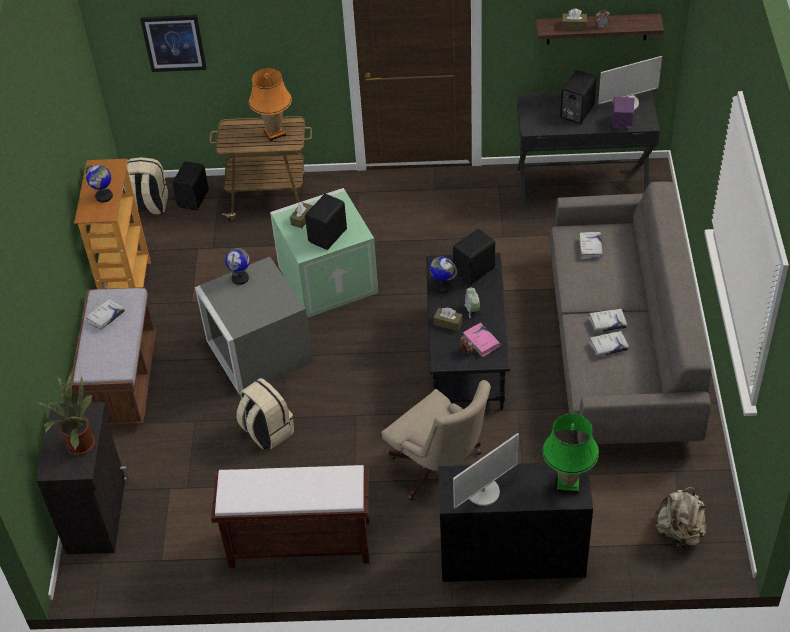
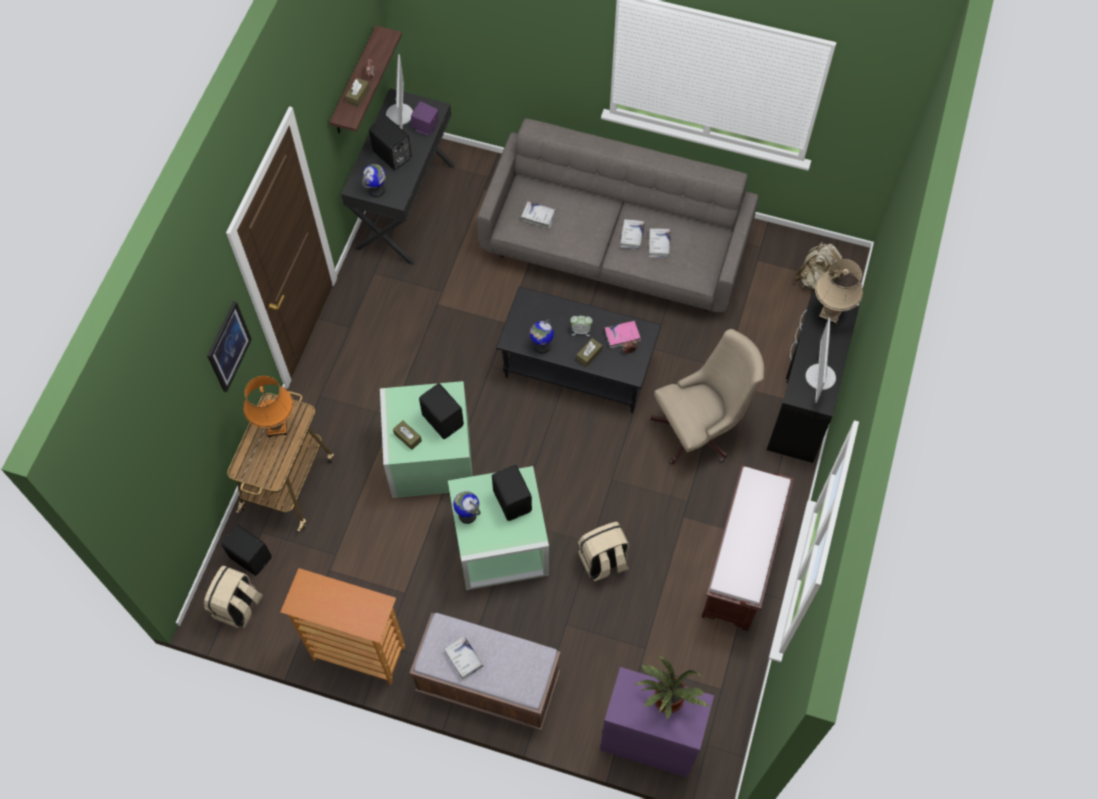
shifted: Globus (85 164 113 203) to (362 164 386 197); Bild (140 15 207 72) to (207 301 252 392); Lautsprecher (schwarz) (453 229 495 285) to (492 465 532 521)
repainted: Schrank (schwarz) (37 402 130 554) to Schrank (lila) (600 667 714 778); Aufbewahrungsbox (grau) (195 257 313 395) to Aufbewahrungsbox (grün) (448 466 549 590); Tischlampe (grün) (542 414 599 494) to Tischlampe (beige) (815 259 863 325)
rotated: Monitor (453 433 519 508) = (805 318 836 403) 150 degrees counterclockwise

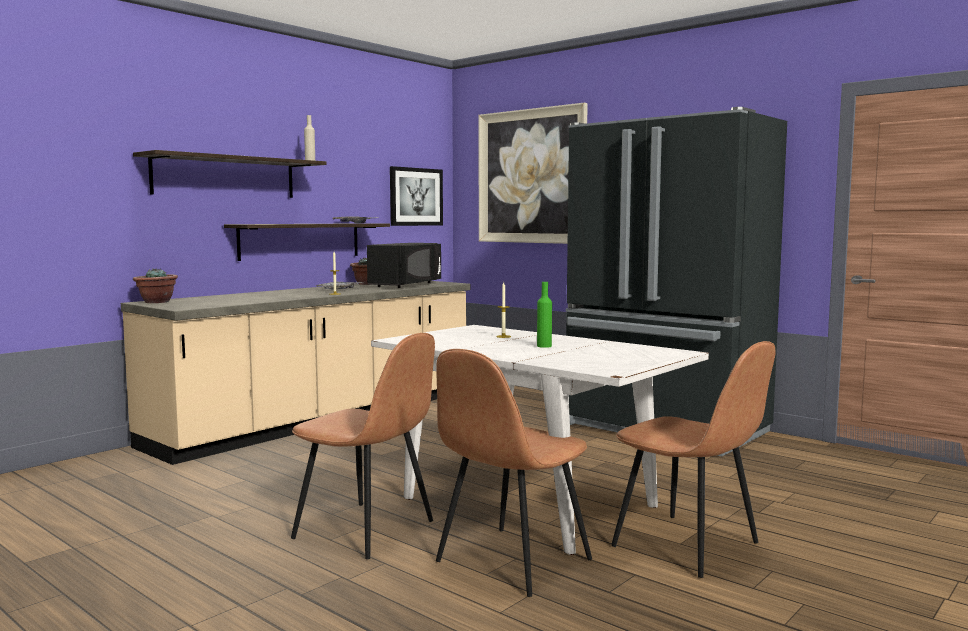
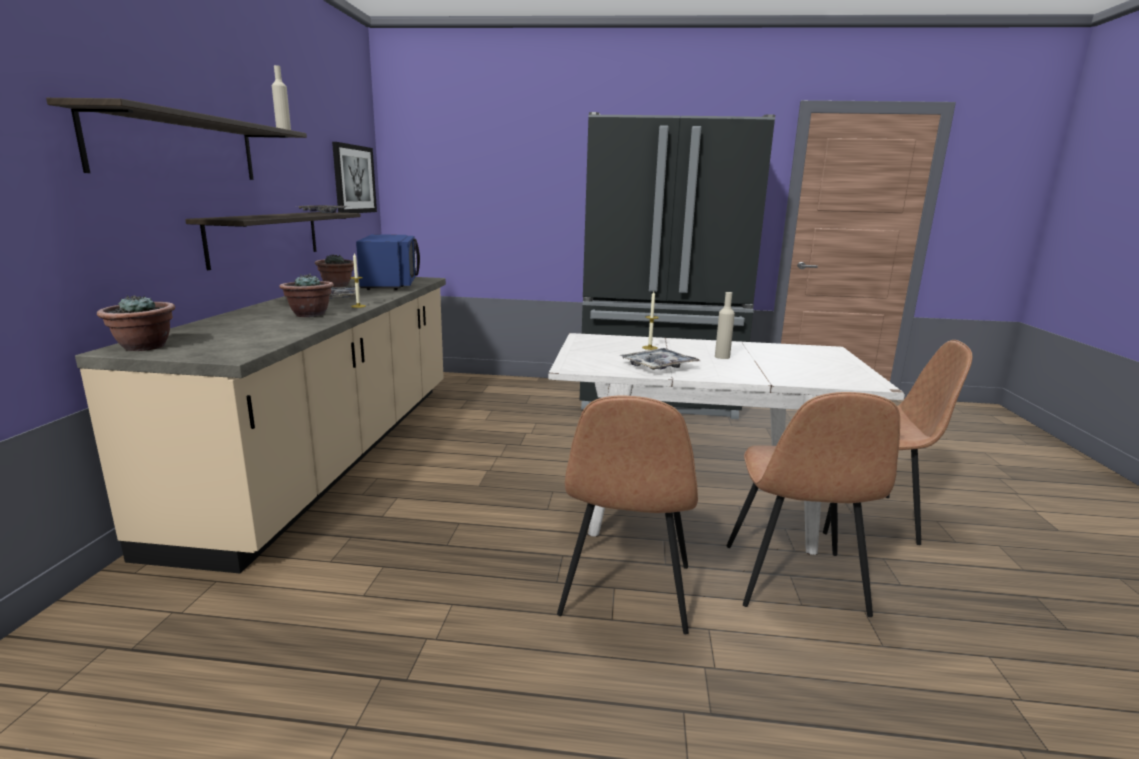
gone: Bild (479 103 588 244)
new: Topfpflanze (279 273 334 317); Tablett (620 348 700 370)
repainted: Mikrowelle (schwarz) (367 243 441 288) to Mikrowelle (blau) (356 234 420 290); Flasche (grün) (537 282 552 348) to Flasche (beige) (715 292 735 359)
rotated: Stuhl (braun) (291 333 435 559) = (557 396 698 634) 105 degrees clockwise

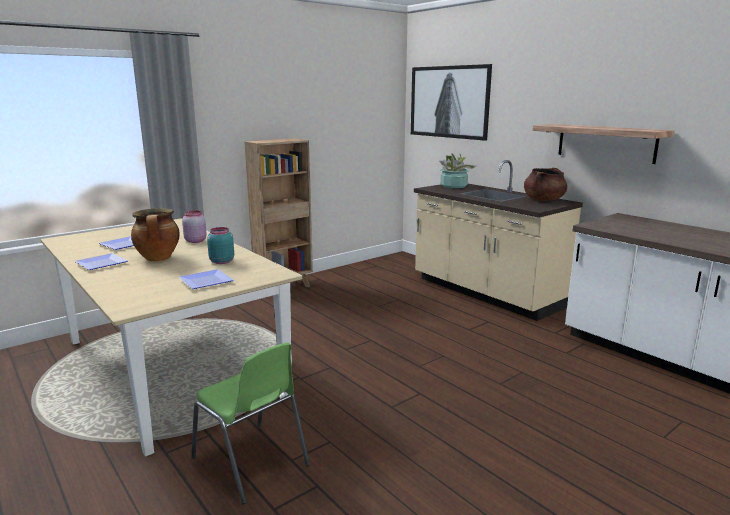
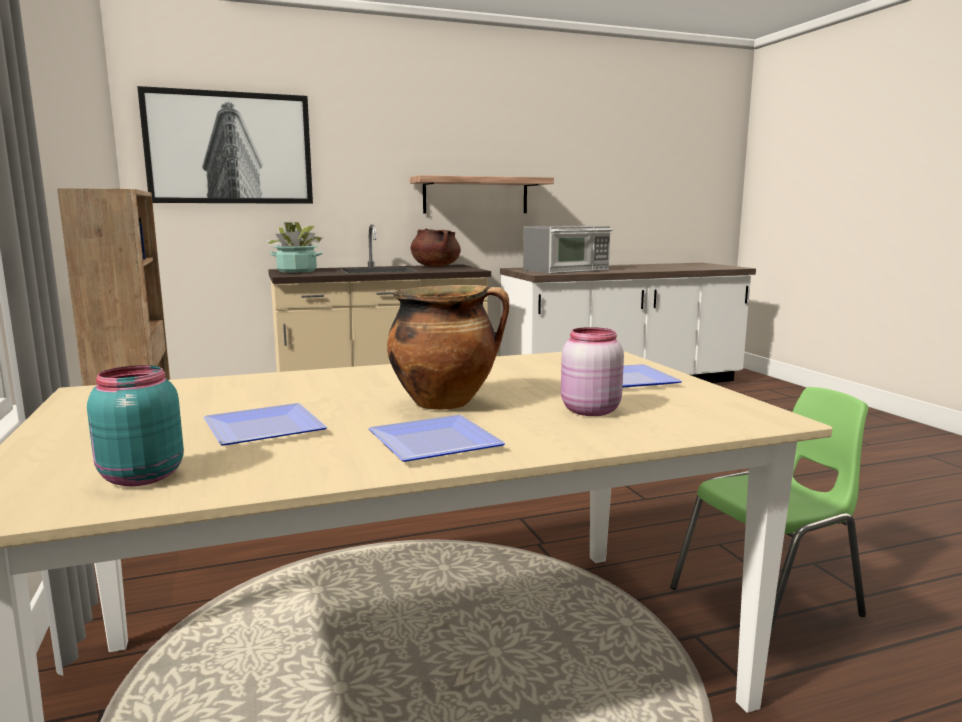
new: Mikrowelle (523 225 612 274)
shifted: Vorratsglas (rosa) (182 210 207 243) to (561 327 624 416); Vorratsglas (türkis) (207 227 234 264) to (87 365 184 486)

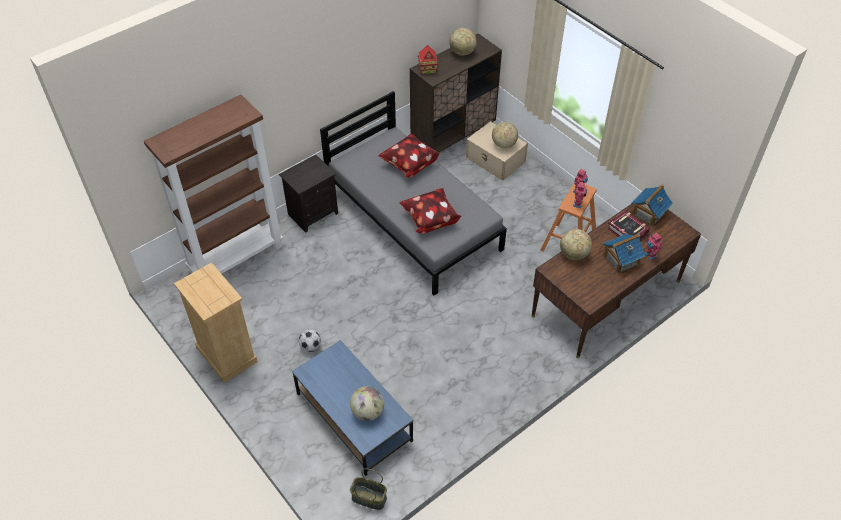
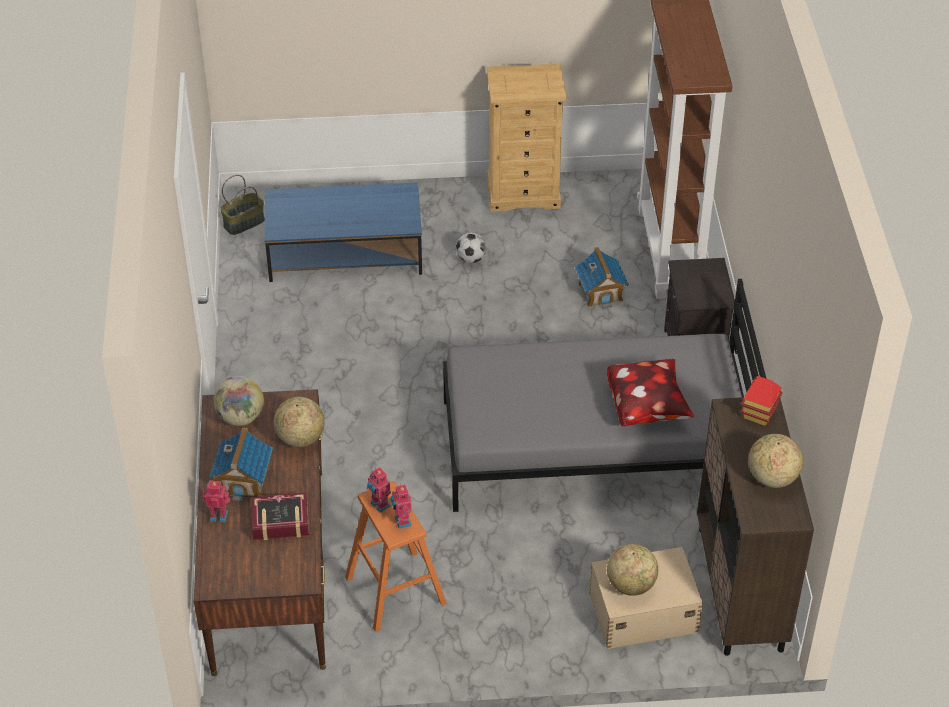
gone: Kissen (399 188 461 234)
shifted: Globus (350 386 384 421) to (214 376 264 426); Spielzeughaus (631 184 673 227) to (575 247 629 308)

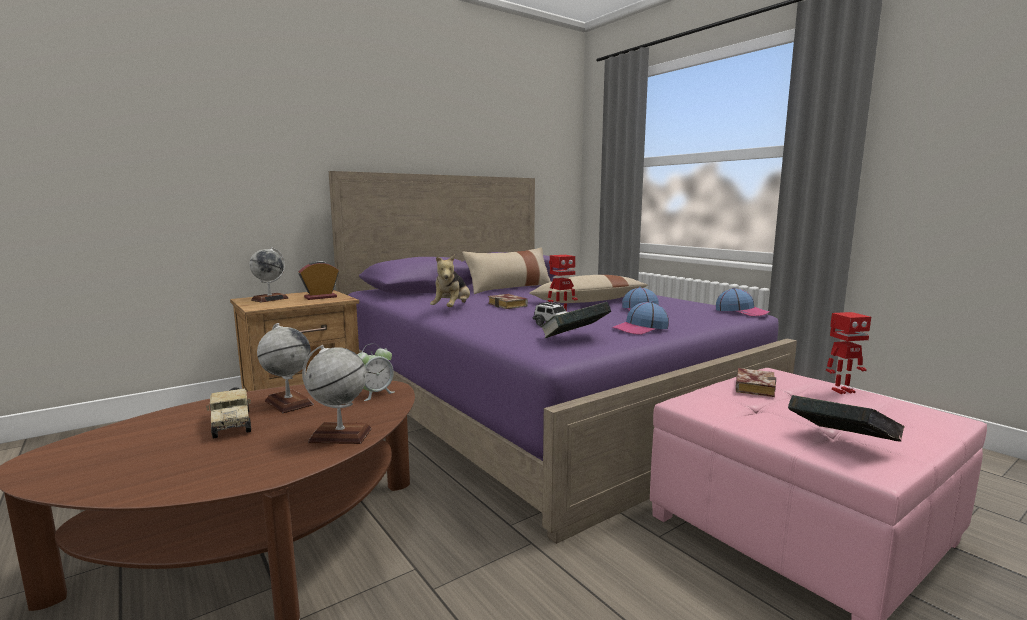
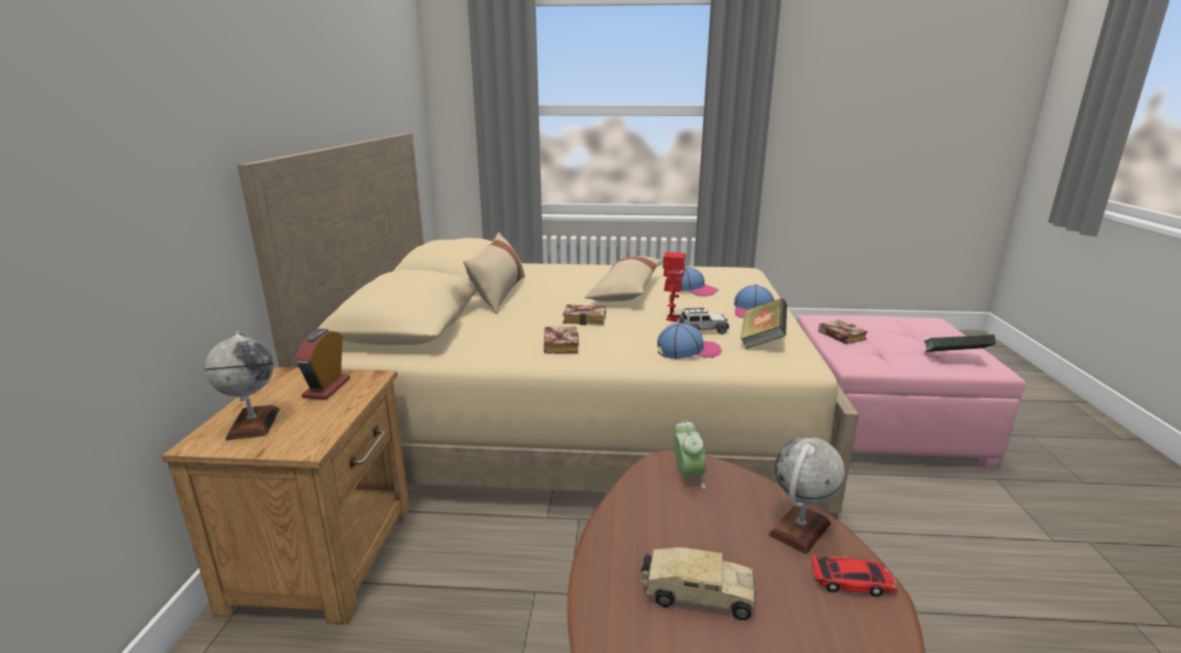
gone: Globus (257 323 314 413); Spielzeugroboter (826 312 871 394)
new: Spielzeugauto (811 554 898 597)
shifted: Kappe (716 288 770 316) to (657 323 722 359)
swapped: Plüschtier (430 254 470 307) to Buch (544 326 578 354)
repainted: Bett (lila) (329 171 797 544) to Bett (beige) (238 133 859 519)

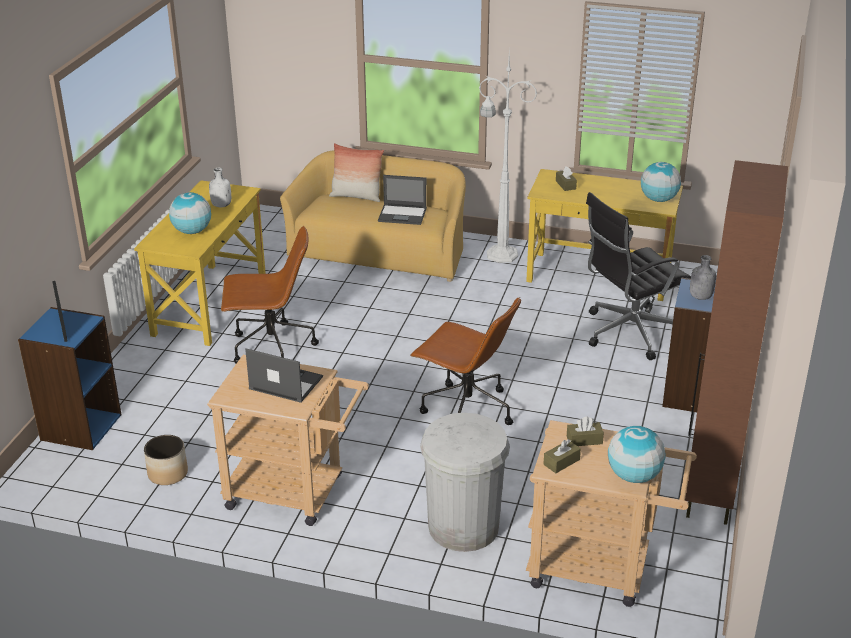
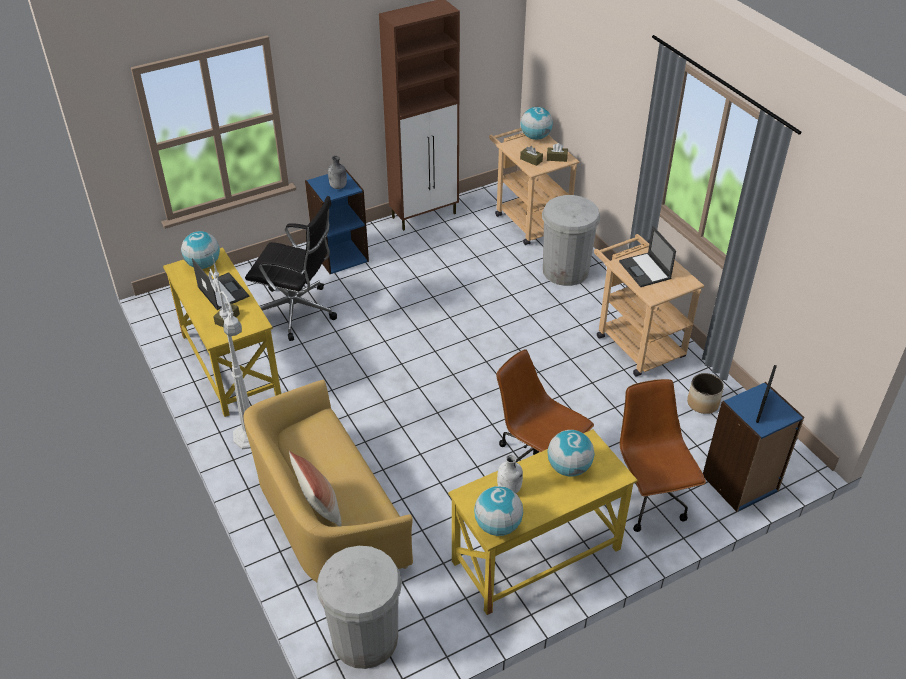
new: Mülleimer (weiß) (316 546 402 669); Globus (474 486 523 536)
shifted: Laptop (378 175 427 225) to (192 258 249 310); Bürostuhl (braun) (410 297 521 425) to (620 379 706 532)

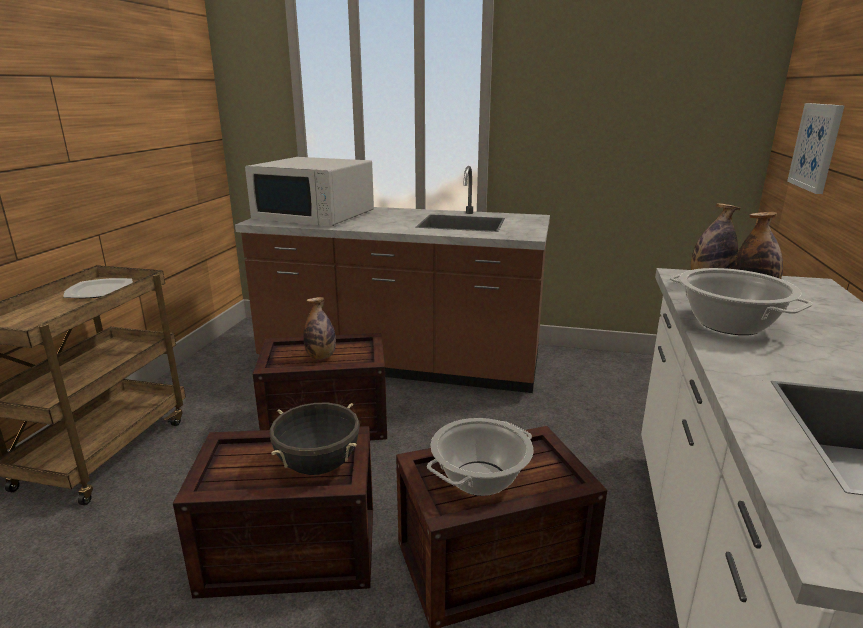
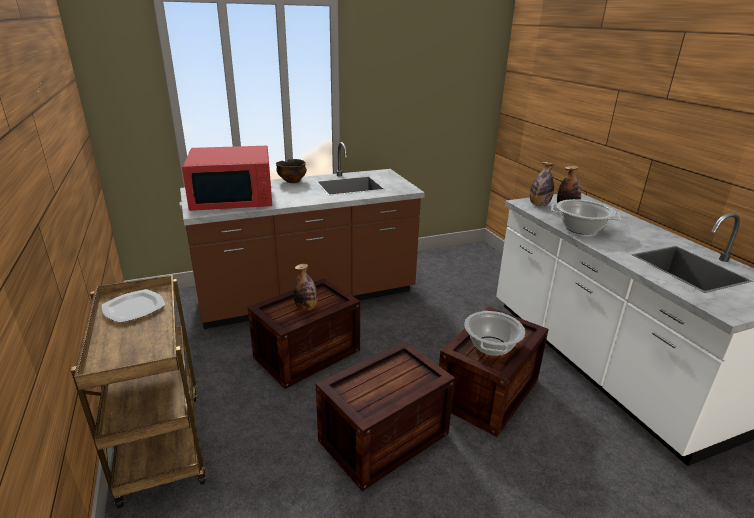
gone: Kochtopf (schwarz) (270 403 360 475); Bild (787 103 845 194)
new: Schüssel (276 159 307 183)
repainted: Mikrowelle (weiß) (245 157 374 226) to Mikrowelle (rot) (182 146 272 211)

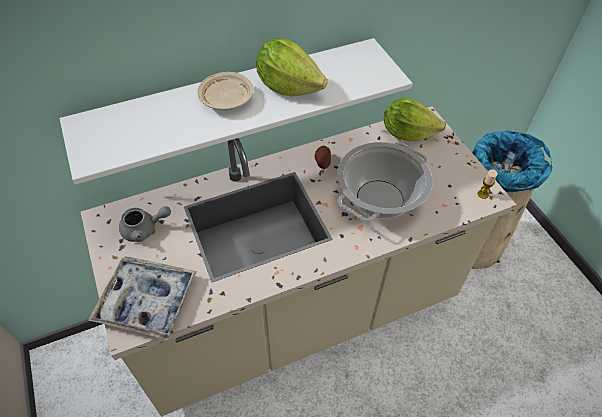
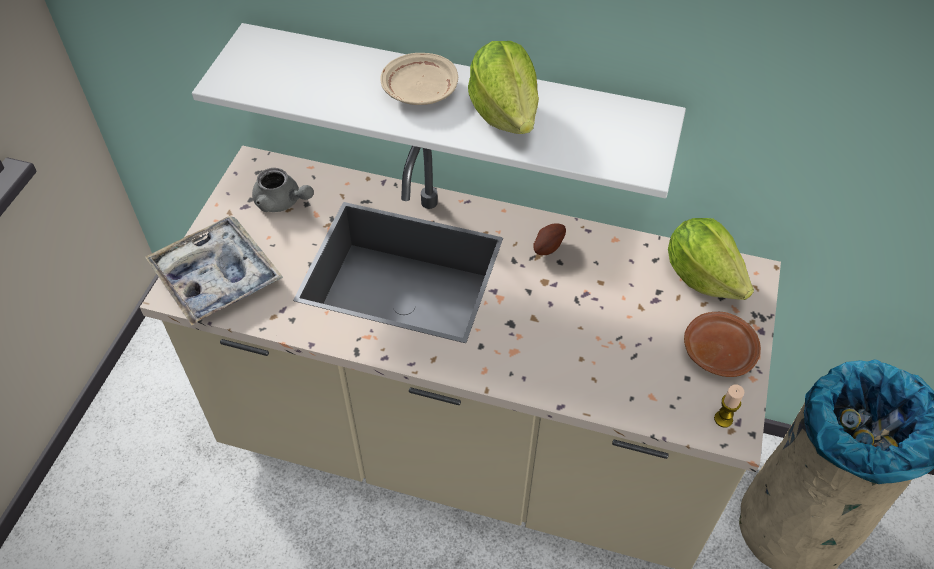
gone: Kochtopf (337 142 433 222)
new: Teller (braun) (684 312 761 377)

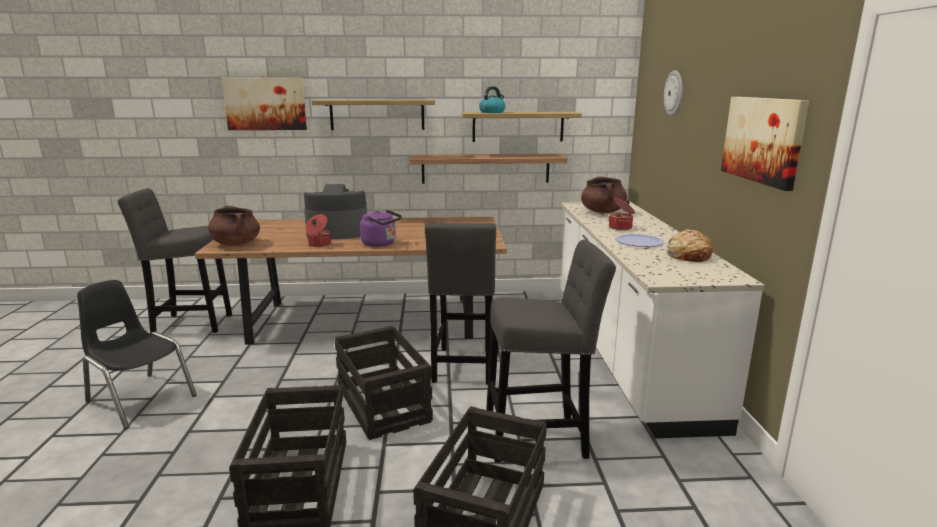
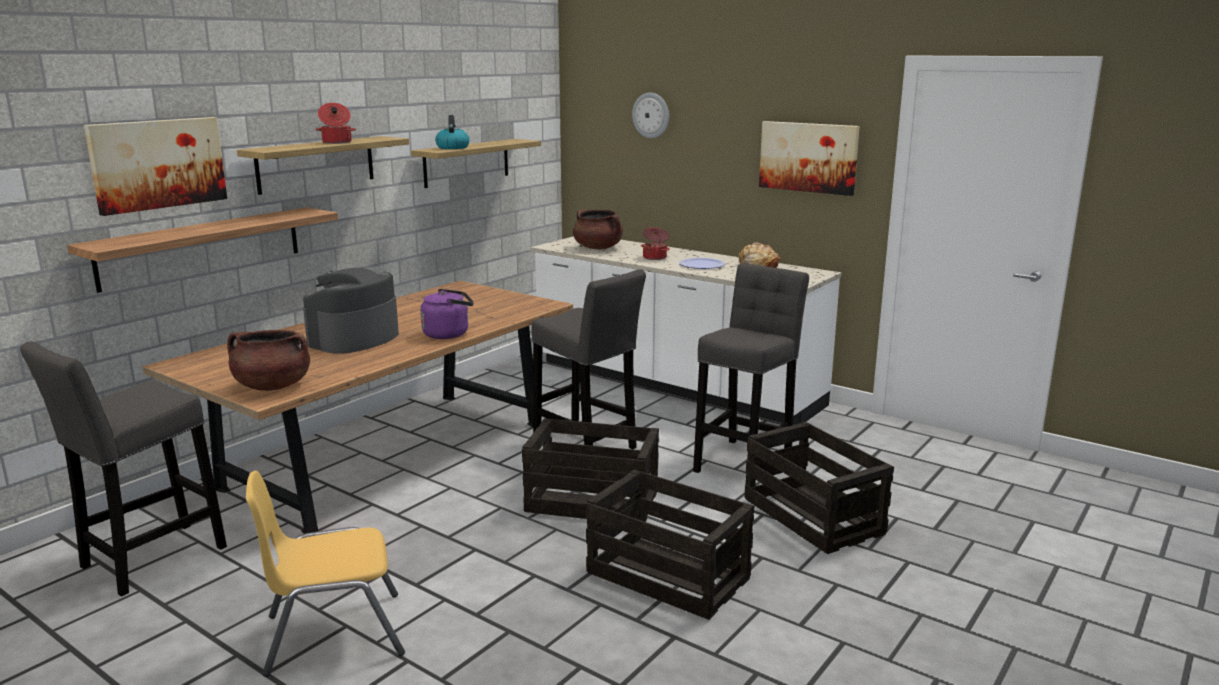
shifted: Kochtopf (305 214 331 247) to (316 103 356 144); Wandregal (409 154 567 184) to (67 207 338 293)
repainted: Stuhl (schwarz) (77 280 197 429) to Stuhl (gelb) (246 470 405 677)

